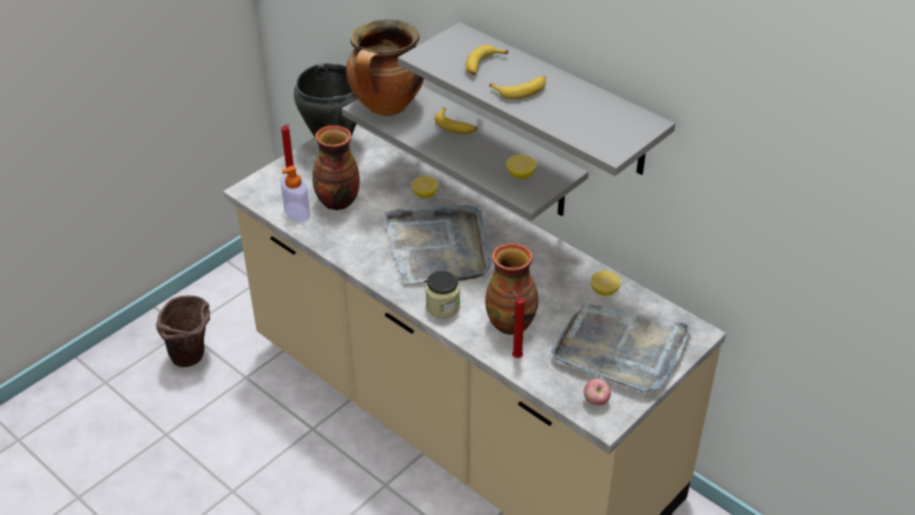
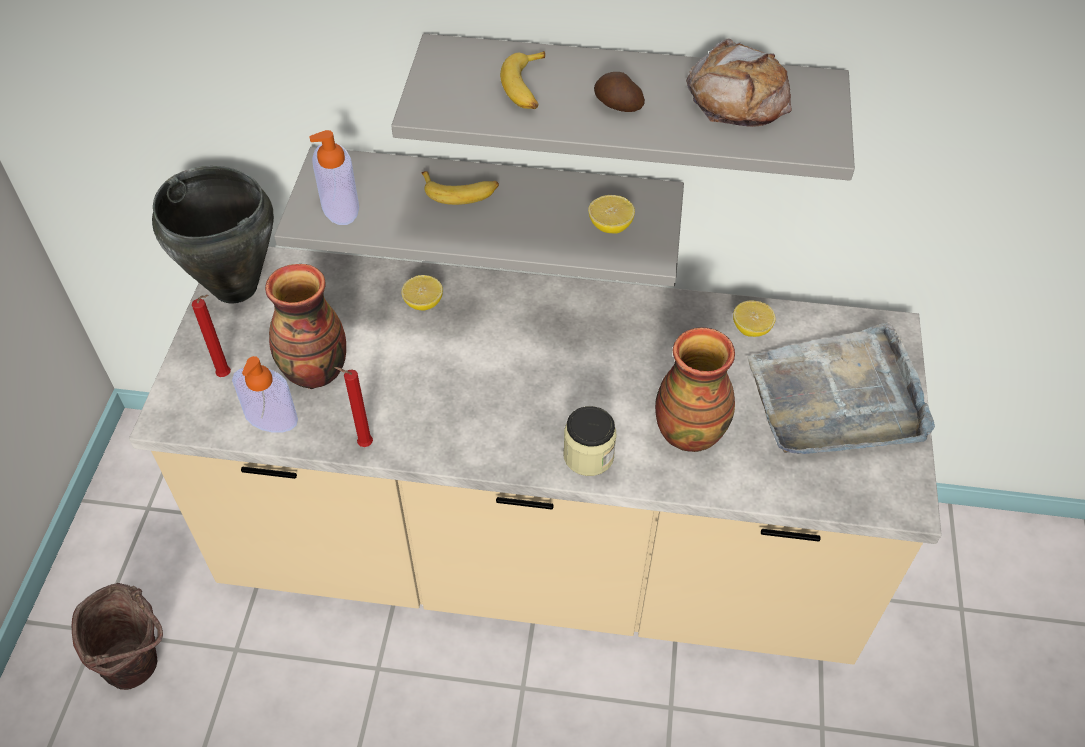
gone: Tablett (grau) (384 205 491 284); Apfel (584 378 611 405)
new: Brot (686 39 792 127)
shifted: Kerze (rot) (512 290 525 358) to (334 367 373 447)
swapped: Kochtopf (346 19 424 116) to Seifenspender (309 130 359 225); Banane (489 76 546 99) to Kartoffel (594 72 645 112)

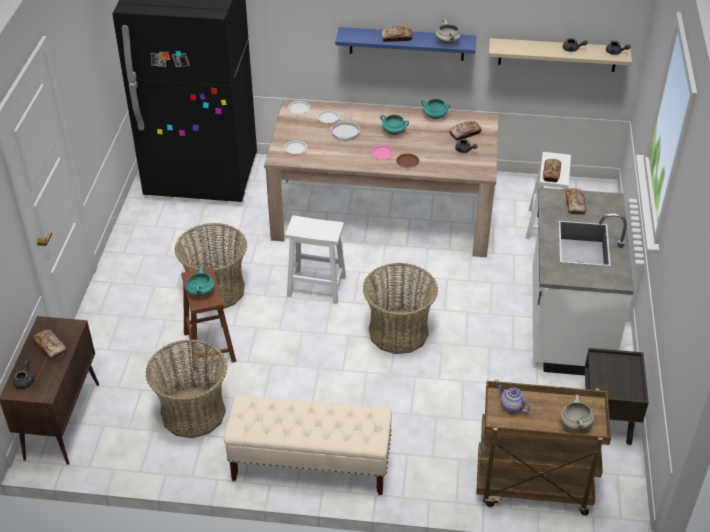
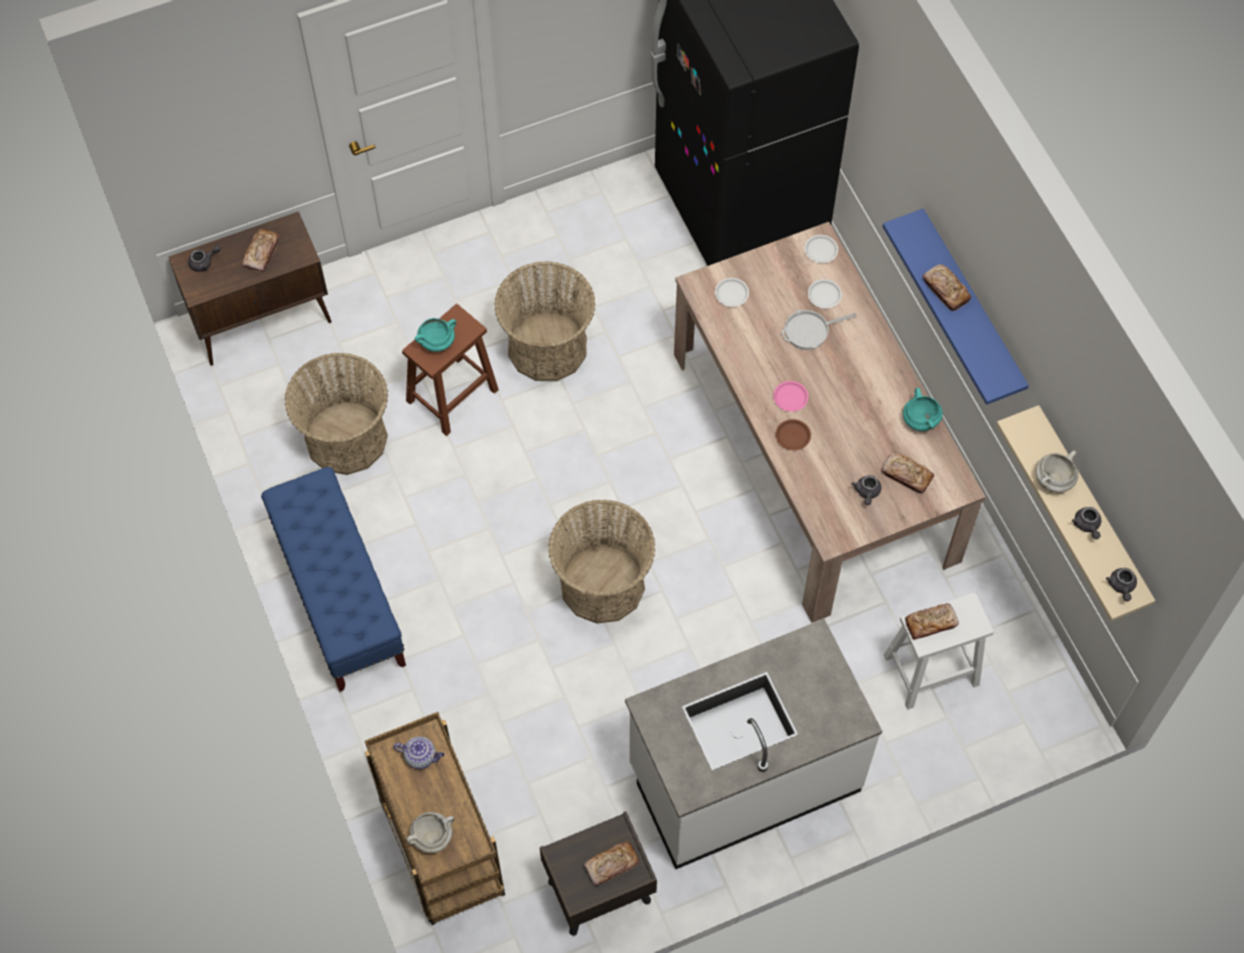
gone: Hocker (weiß) (285 215 346 304); Kochtopf (türkis) (380 114 409 135)
shifted: Kochtopf (weiß) (436 19 461 44) to (1036 450 1078 493); Brot (565 188 586 215) to (584 841 640 886)
repainted: Bank (beige) (224 395 392 495) to Bank (blau) (261 467 406 692)
rotated: Teekanne (497 384 531 413) = (393 736 445 769) 90 degrees clockwise

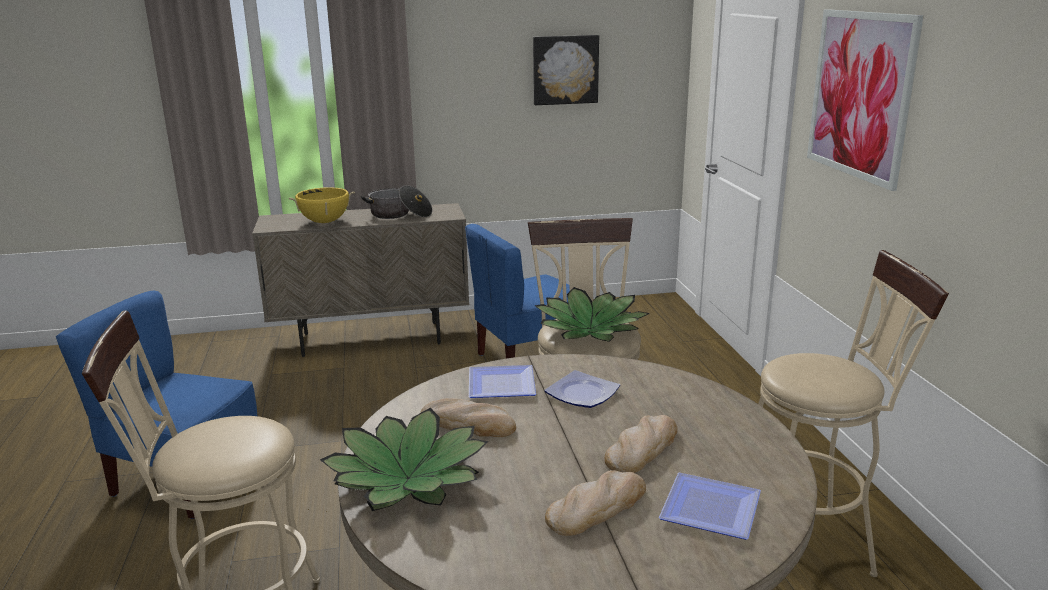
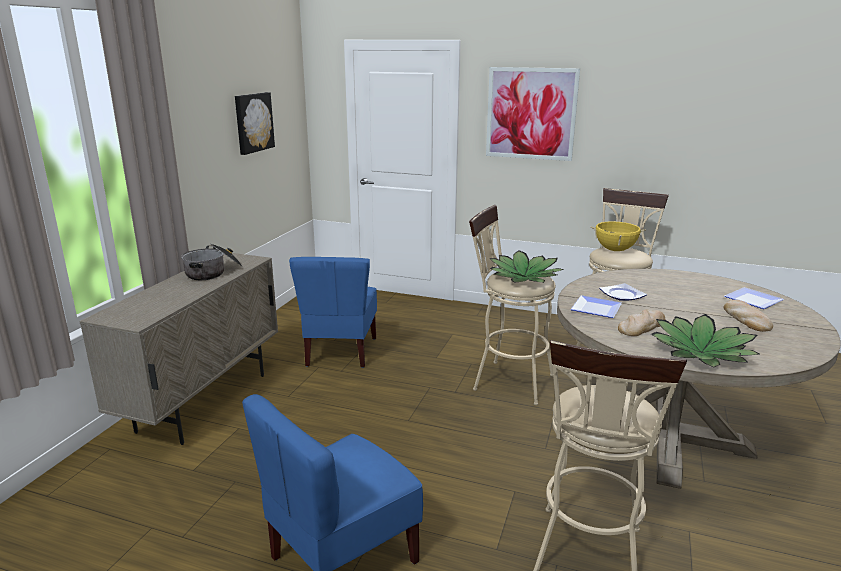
gone: Brot (605 415 678 473)
shifted: Kochtopf (gelb) (289 187 355 223) to (591 221 646 251)

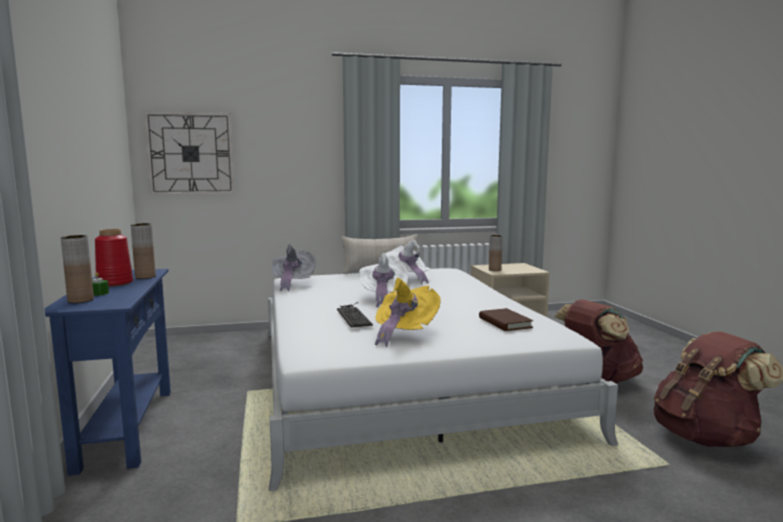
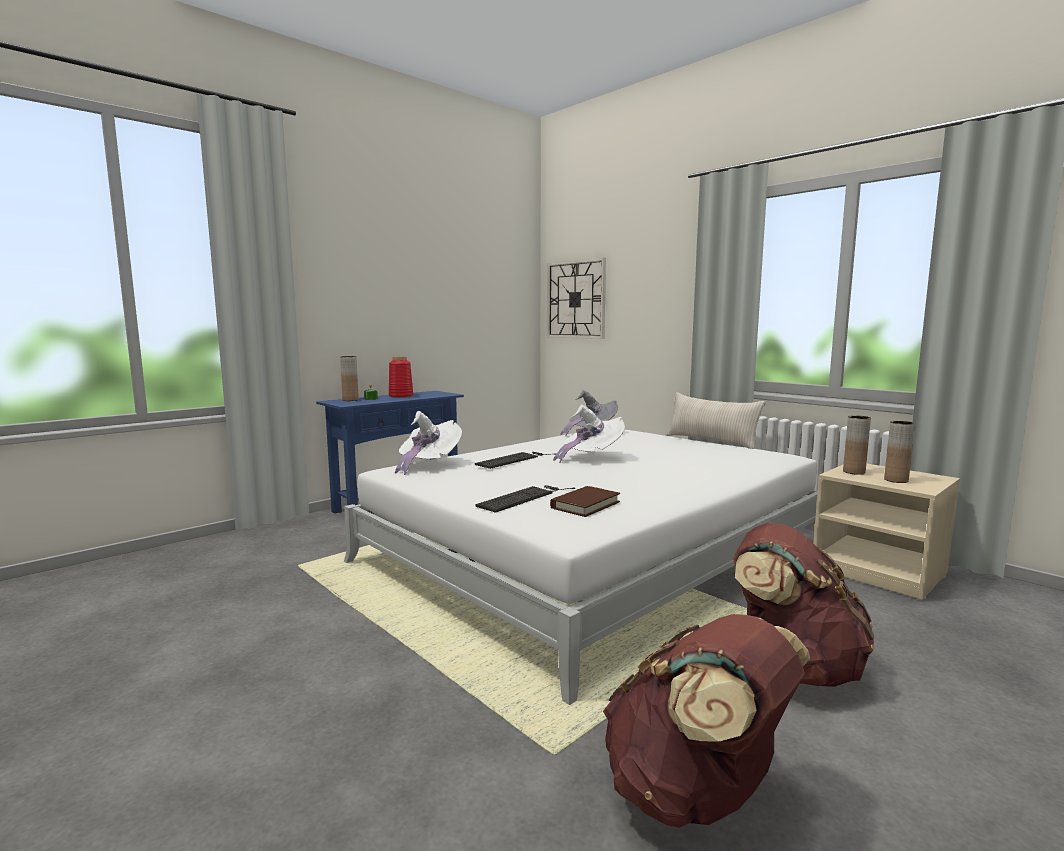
gone: Hut (gelb) (375 278 441 347)
new: Tastatur (475 485 575 513)
shifted: Vase (braun) (131 223 156 279) to (884 421 915 483); Hut (weiß) (385 239 430 284) to (395 411 462 475)

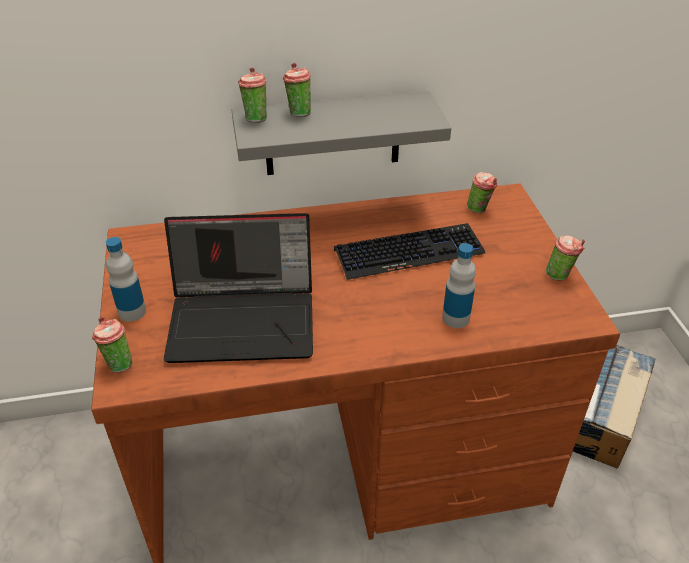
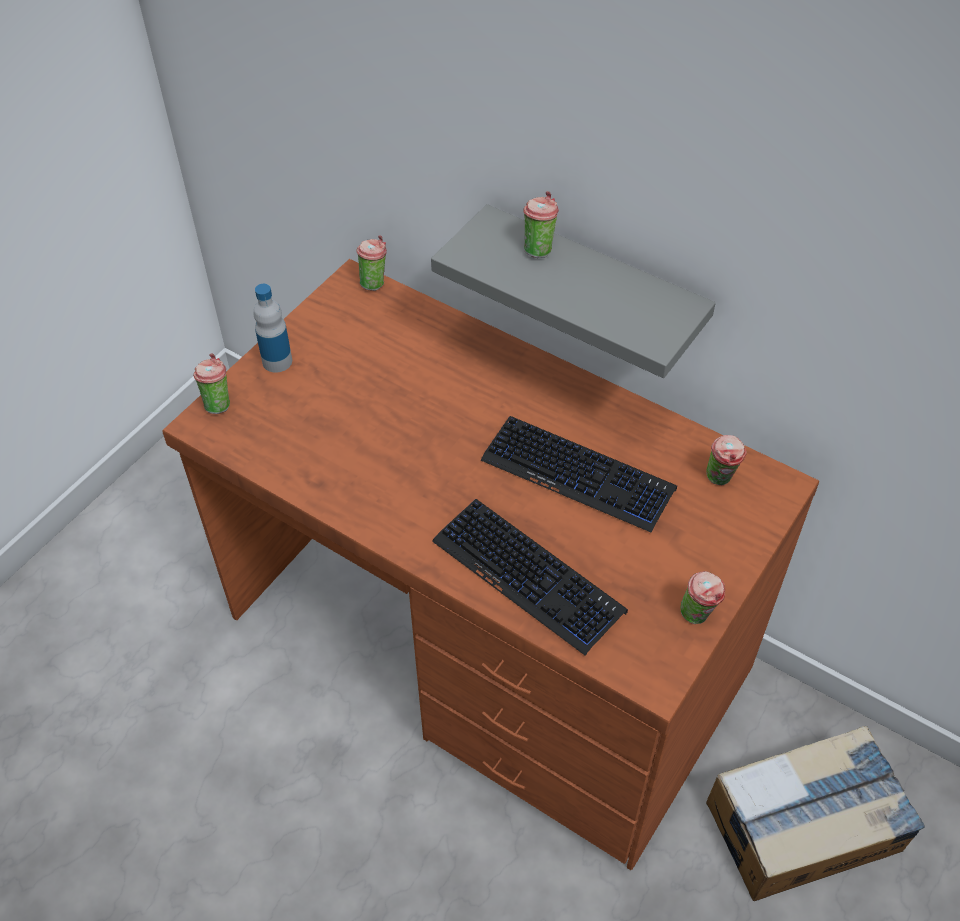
gone: Laptop (164 213 313 363)
shifted: Tasse (238 67 267 122) to (356 235 387 291)
swapped: Flasche (442 243 476 328) to Tastatur (432 499 628 655)

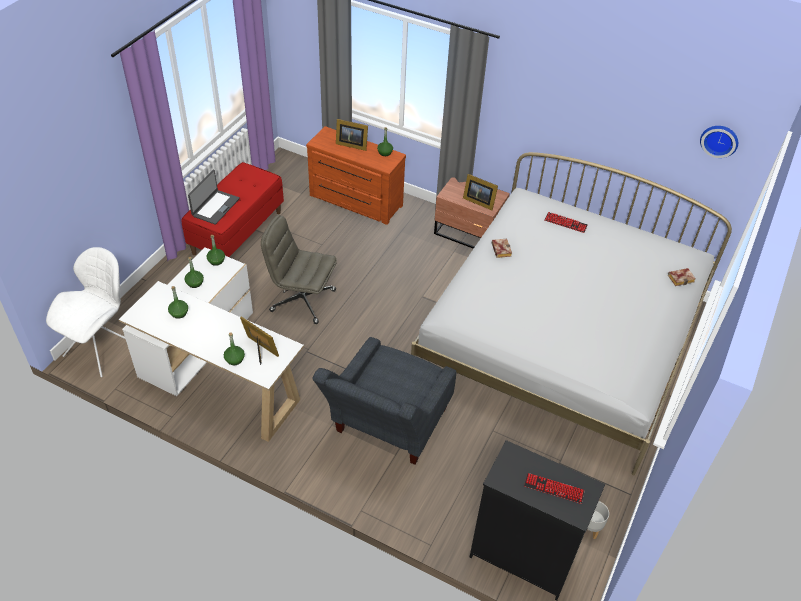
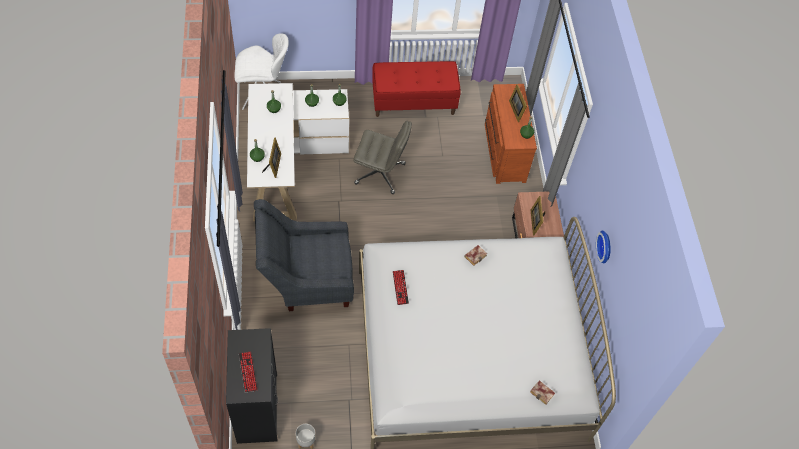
gone: Laptop (188 170 240 225)
shifted: Tastatur (544 212 588 233) to (393 270 409 305); Wanduhr (700 126 738 158) to (596 231 611 264)
rotated: Bürostuhl (grau) (261 215 337 324) = (354 121 412 194) 120 degrees clockwise

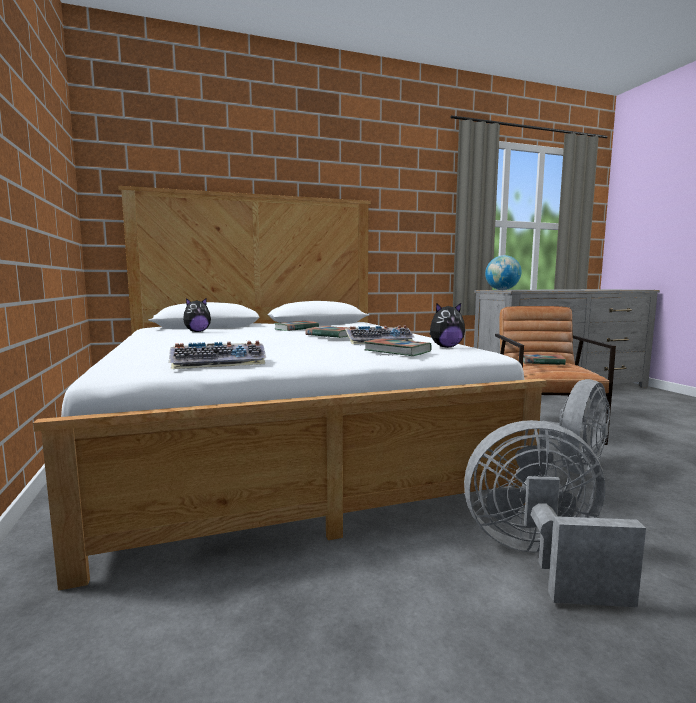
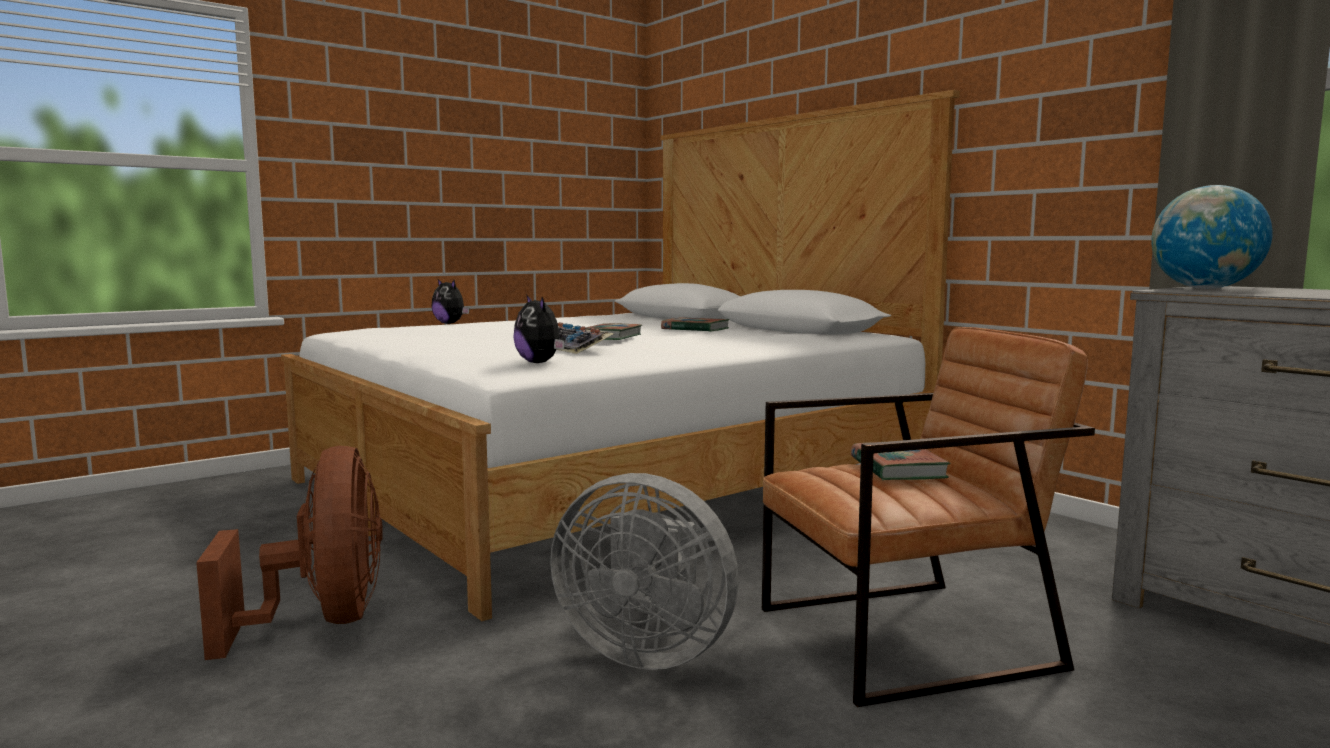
gone: Tastatur (169 341 266 369); Buch (364 338 432 356)
shifted: Plüschtier (183 298 211 332) to (431 279 469 324)
repainted: Ventilator (grau) (464 420 646 607) to Ventilator (braun) (196 446 383 660)

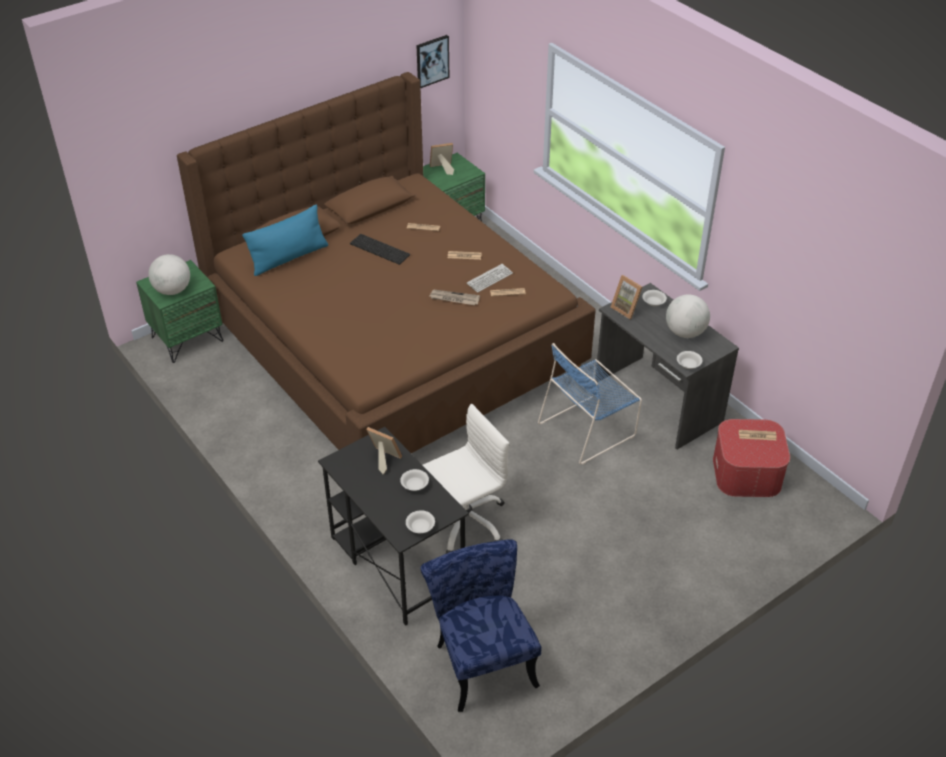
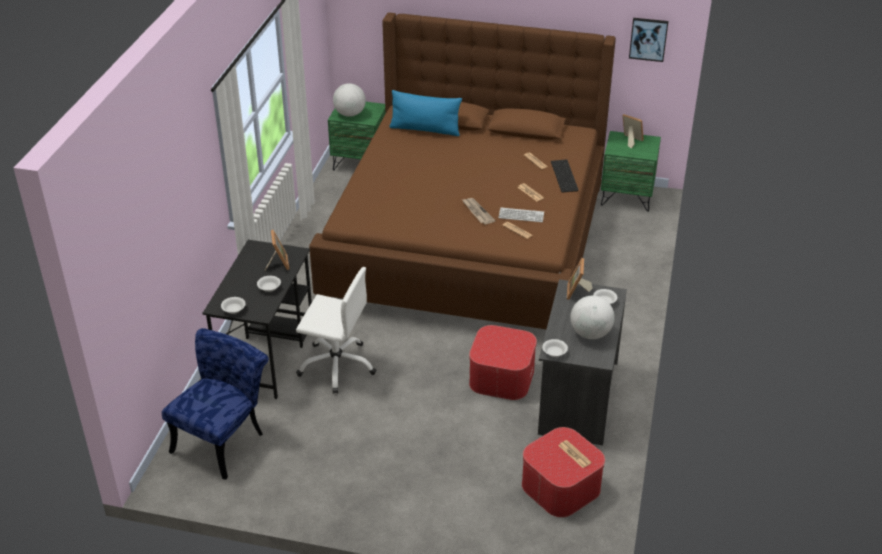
shifted: Tastatur (350 234 410 265) to (551 159 579 193)
swapped: Stuhl (blau) (538 343 642 464) to Polsterhocker (469 325 537 400)

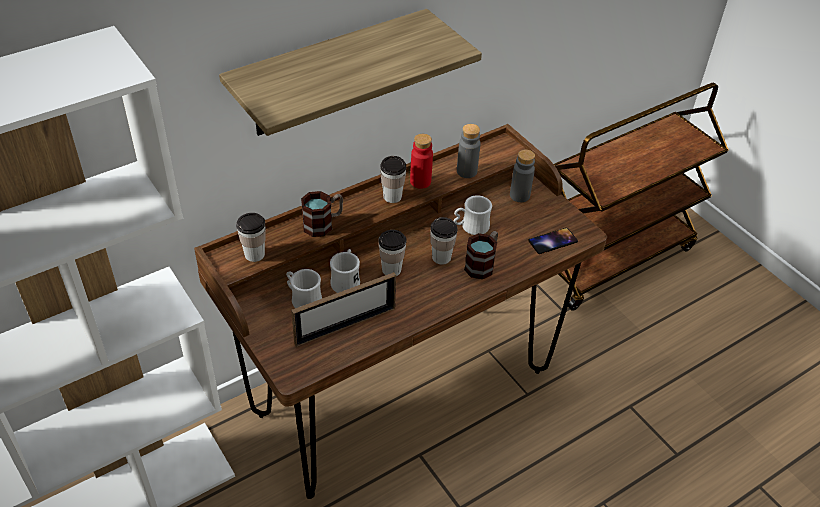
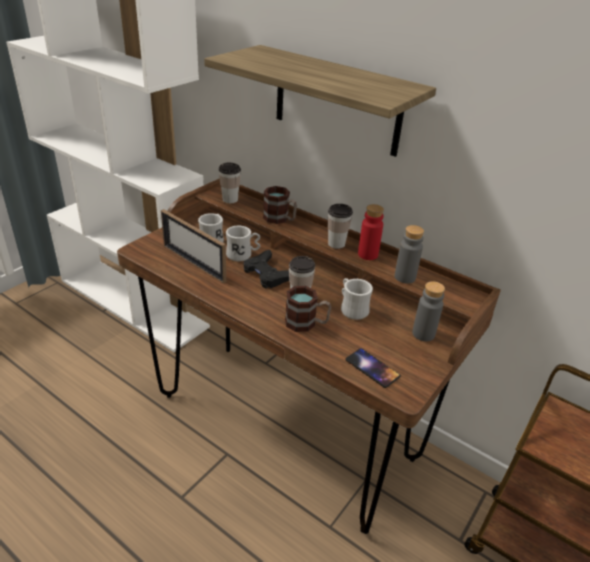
swapped: Tasse (378 230 406 276) to Gamepad (schwarz) (243 250 289 288)

